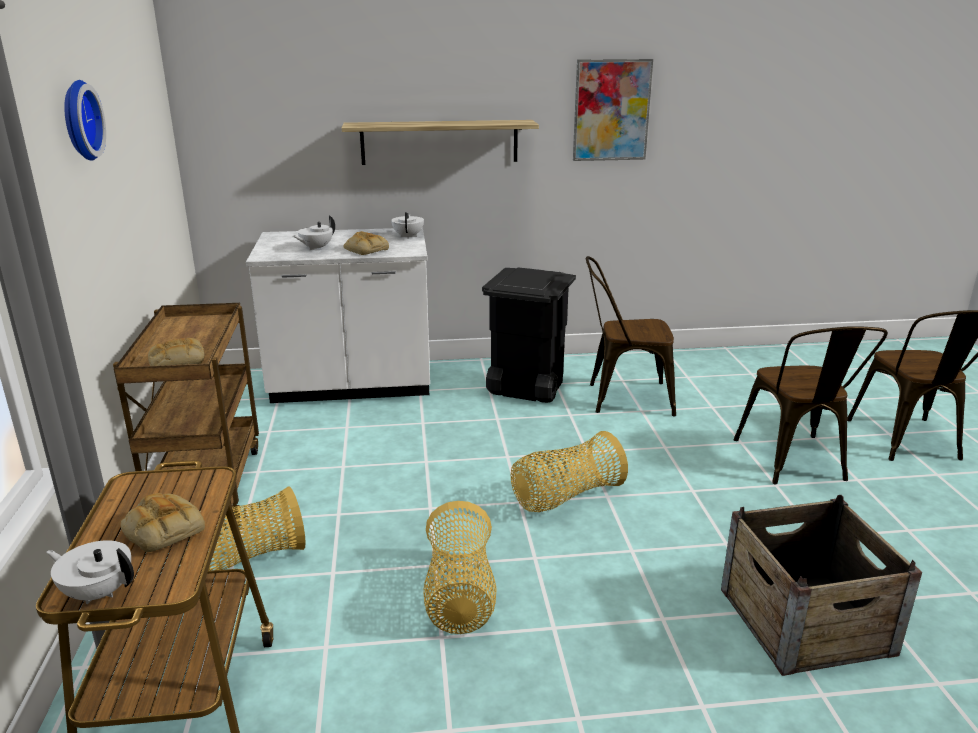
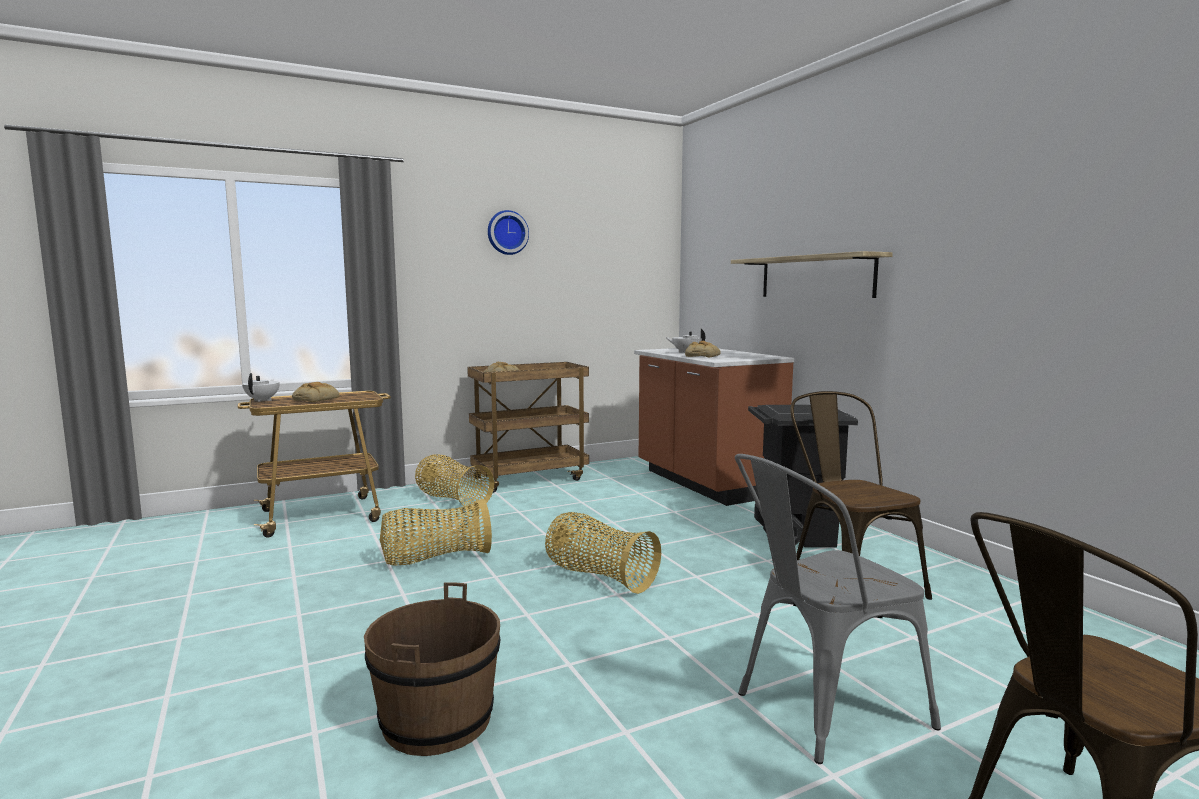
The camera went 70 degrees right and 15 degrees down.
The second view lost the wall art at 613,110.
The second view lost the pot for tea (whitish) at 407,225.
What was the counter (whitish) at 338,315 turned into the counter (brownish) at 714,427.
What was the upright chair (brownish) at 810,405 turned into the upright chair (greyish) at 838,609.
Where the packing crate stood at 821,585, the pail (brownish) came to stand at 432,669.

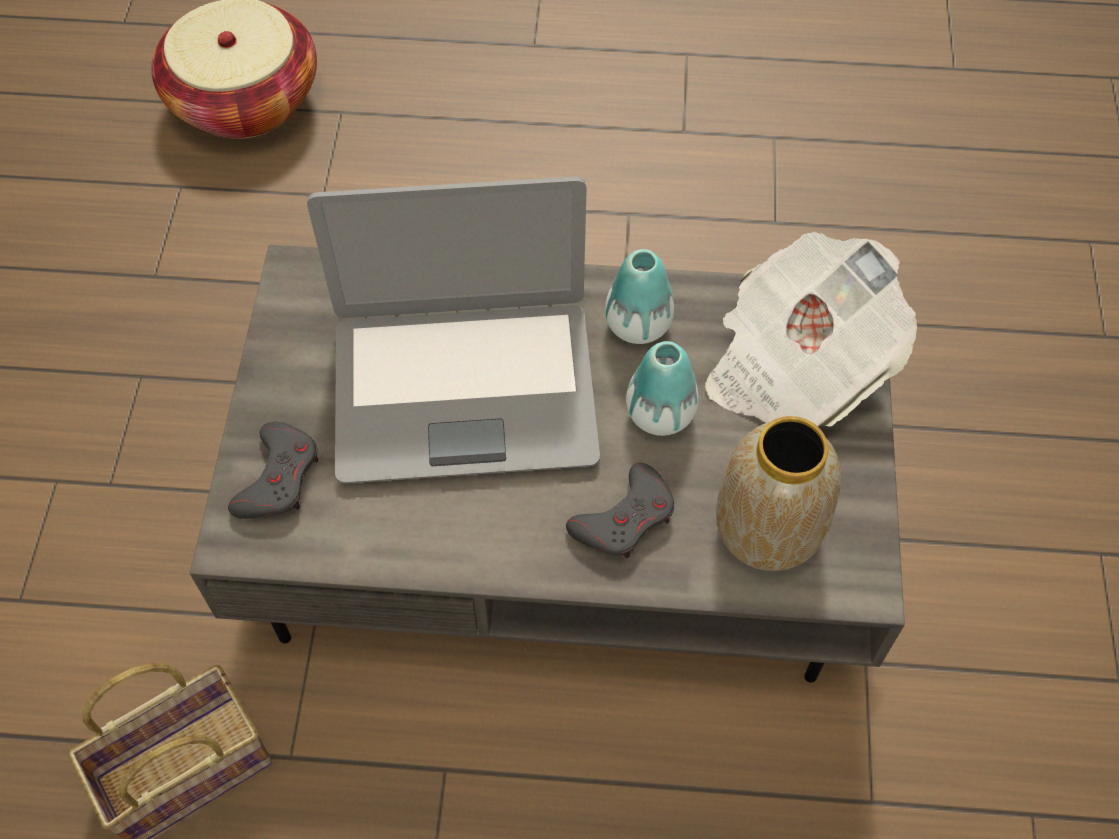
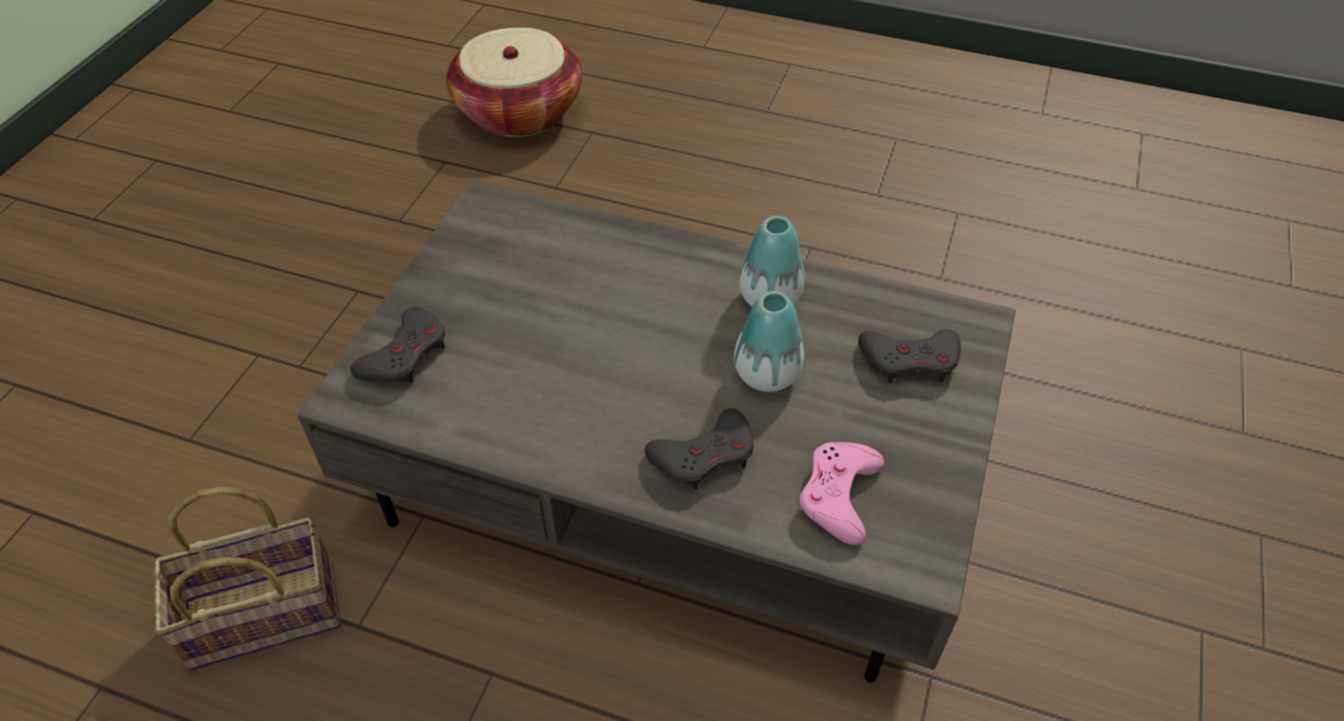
The camera went 15 degrees right and 10 degrees down.
The second view lost the laptop at 453,330.
Where the newspaper stood at 811,329, the gamepad (greyish) came to stand at 909,356.
Where the decorative vase stood at 778,493, the gamepad (pink-coloured) came to stand at 842,493.

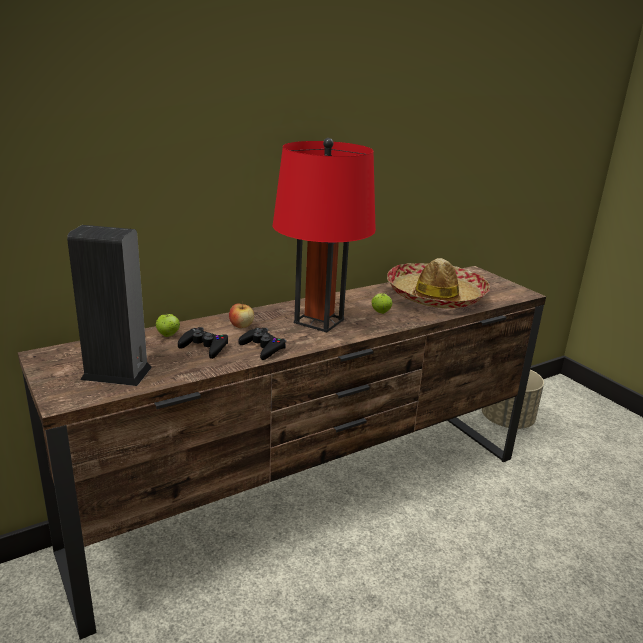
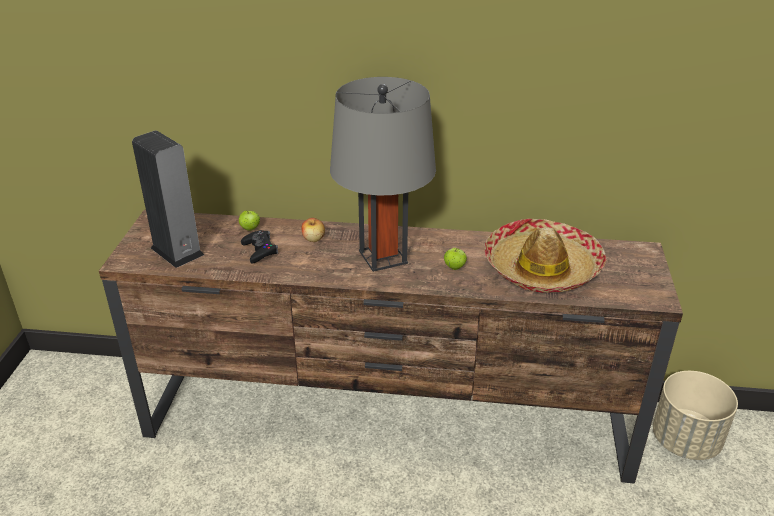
The camera went 40 degrees right and 10 degrees up.
What was the lamp for a table (red) at 324,235 turned into the lamp for a table (greyish) at 383,174.
The second view lost the gamepad (black-coloured) at 262,344.

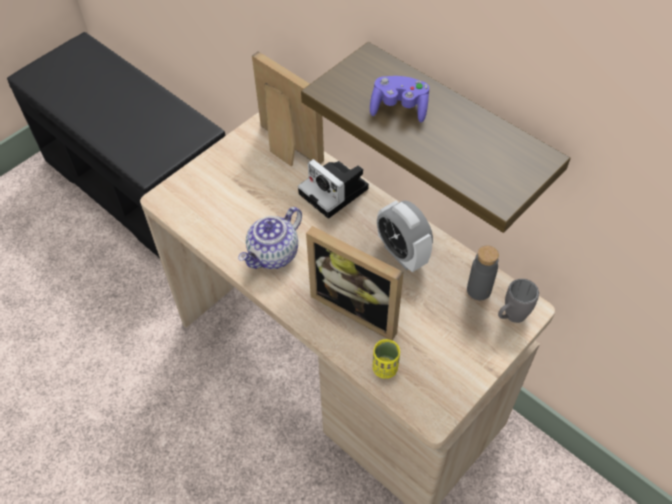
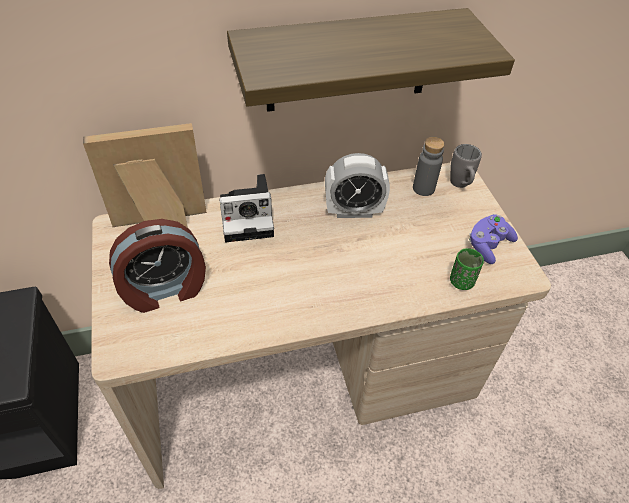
The camera went 60 degrees left and 5 degrees down.
The gamepad (purple) ended up elsewhere, having gone from 399,99 to 493,239.
The second view lost the pot for tea at 270,238.
The second view lost the photo frame at 355,283.
What was the small cup (yellow-coloured) at 386,359 turned into the small cup (greenish) at 467,269.
The second view gained the bedside clock at 157,266.

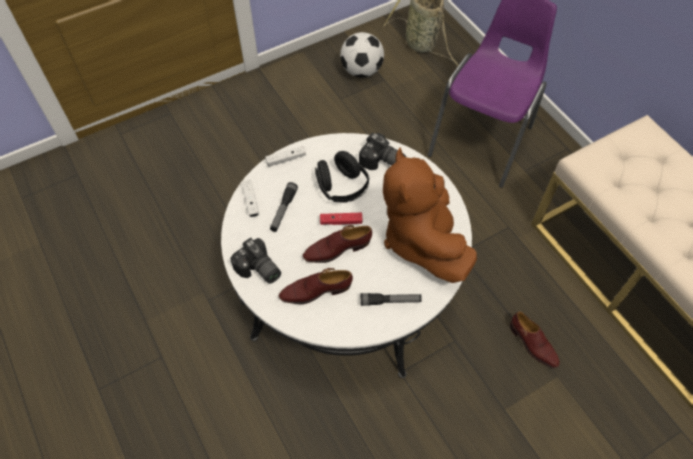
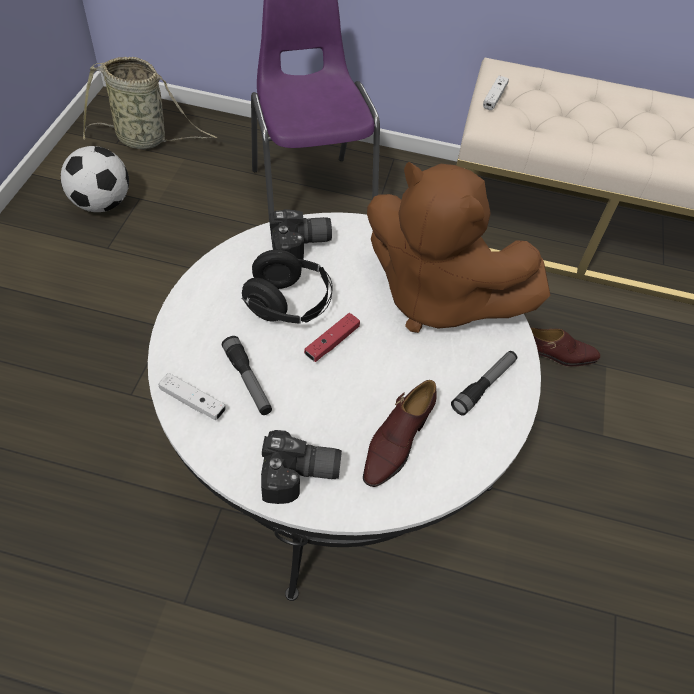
The camera went 50 degrees left and 5 degrees down.
The gamepad (whitish) ended up elsewhere, having gone from 285,156 to 496,92.
The second view lost the item of footwear (brownish) at 337,244.

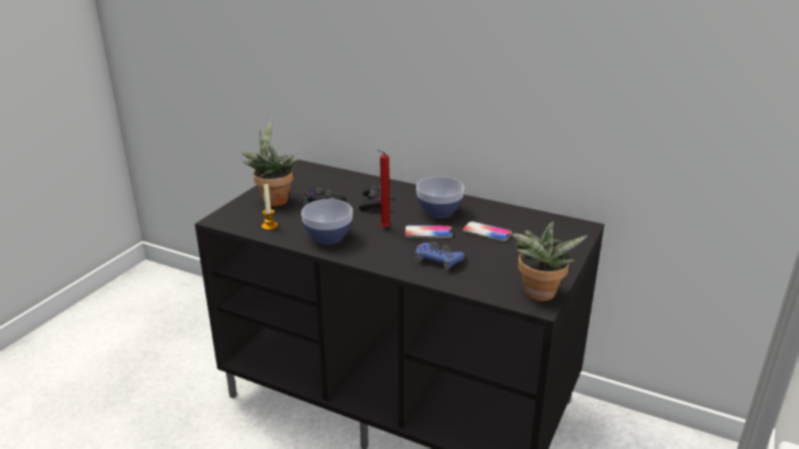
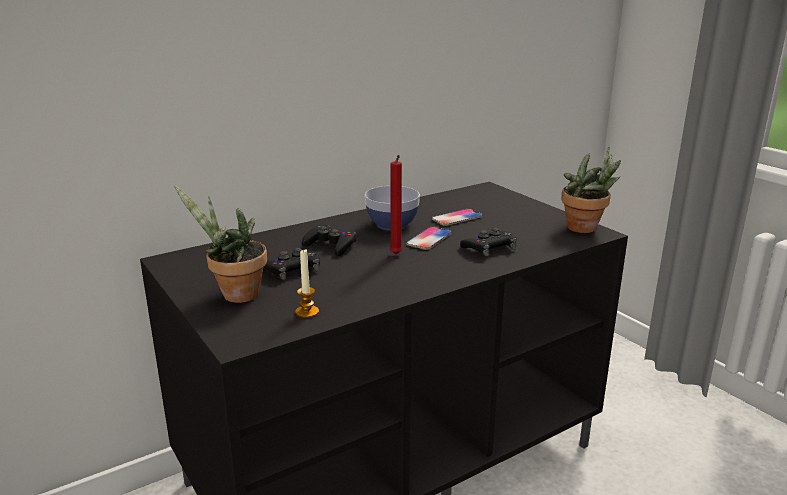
The camera went 60 degrees left and 5 degrees down.
The second view lost the bowl at 327,221.
What was the gamepad (blue) at 440,256 turned into the gamepad (black-coloured) at 488,242.

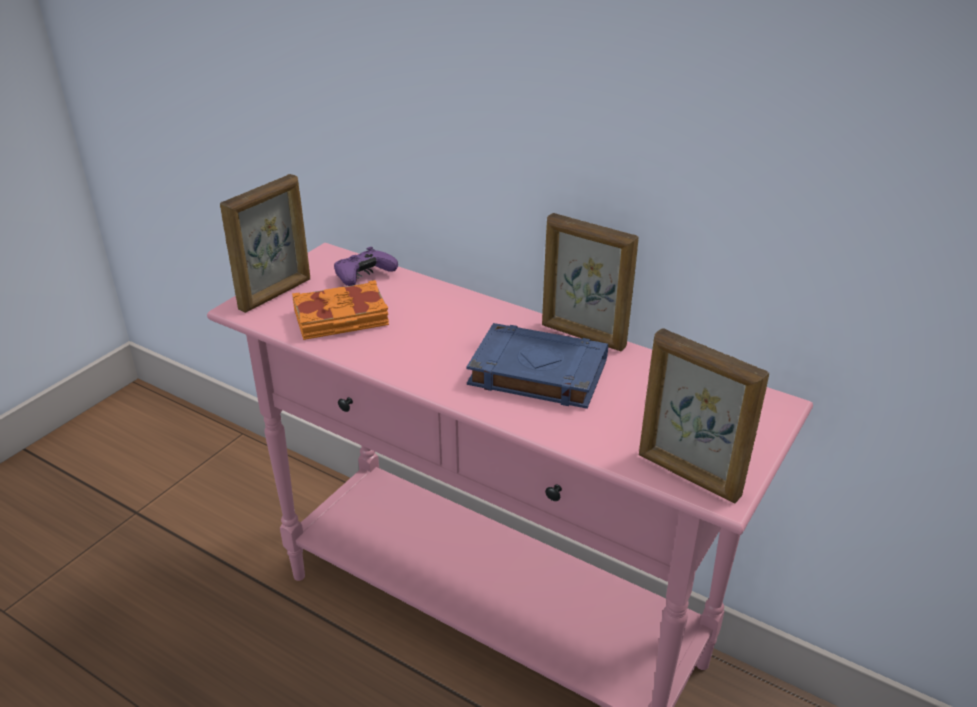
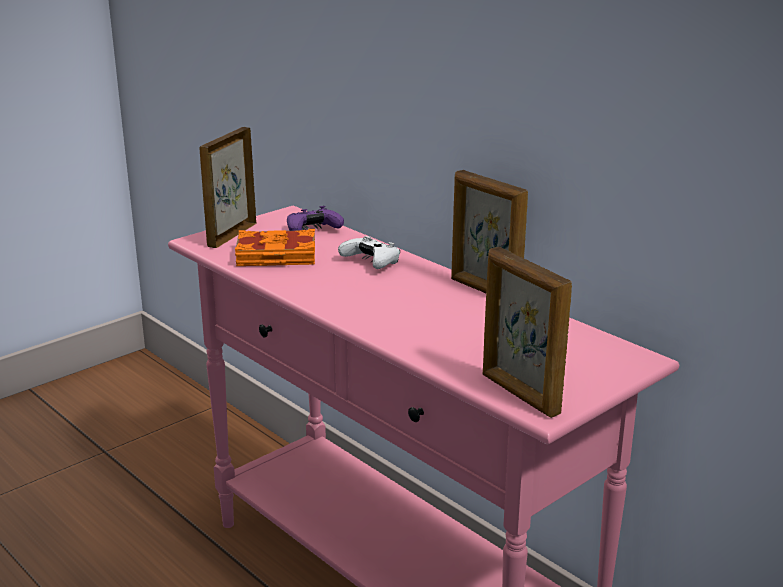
The camera went 15 degrees right and 10 degrees down.
The photo frame at 265,243 ended up facing another way, 150 degrees clockwise from before.
The second view lost the bound book (blue) at 537,366.
The second view gained the gamepad (whitish) at 369,252.

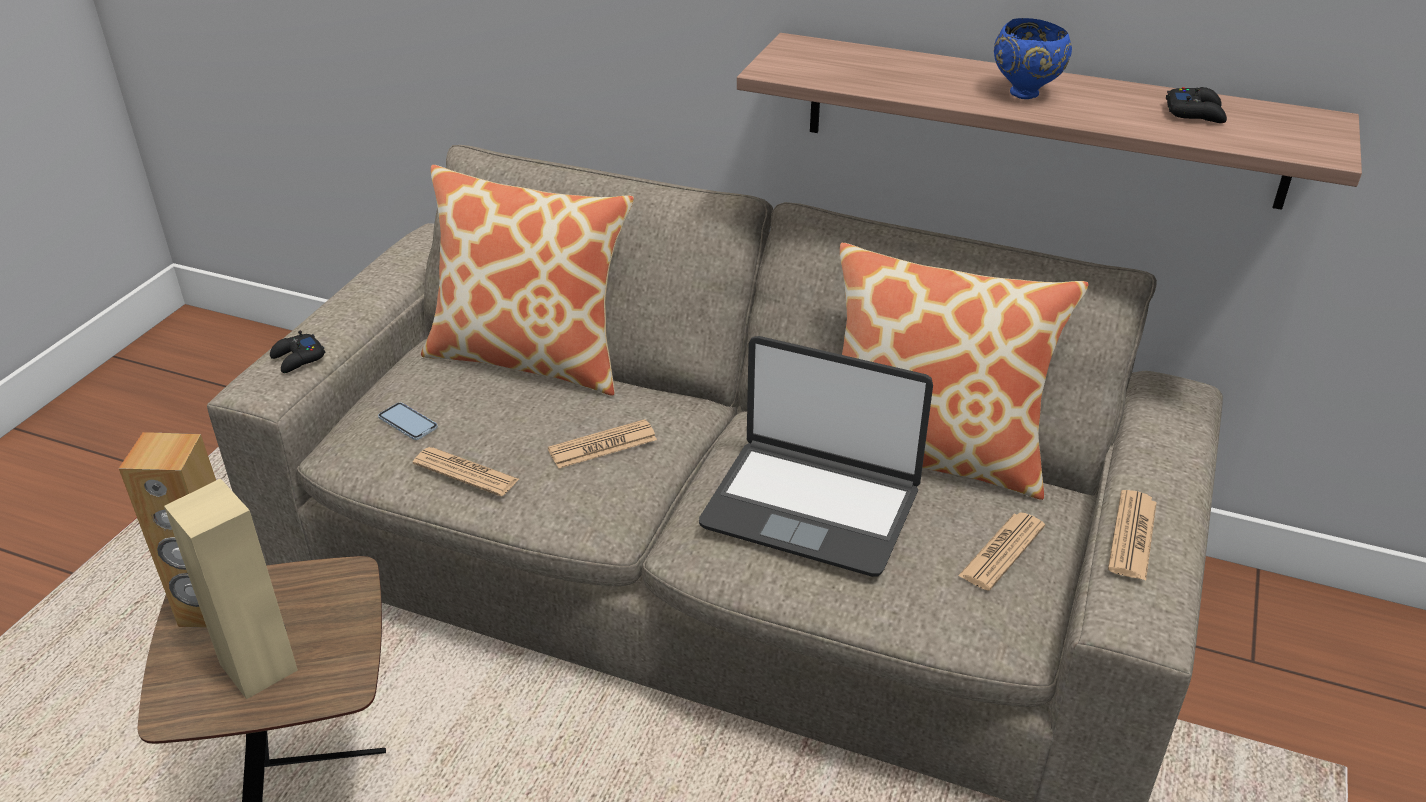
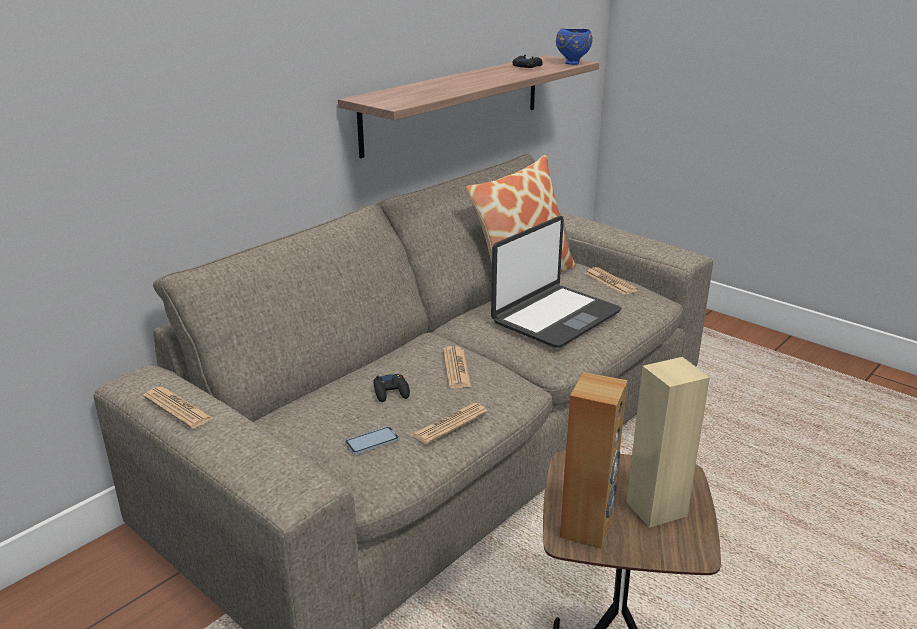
The camera went 70 degrees left and 10 degrees down.
The bowl (blue) ended up elsewhere, having gone from 1033,58 to 574,47.
The second view lost the cushion at 527,280.
The gamepad (black-coloured) ended up elsewhere, having gone from 298,352 to 391,388.
The newspaper ended up elsewhere, having gone from 1132,535 to 178,408.

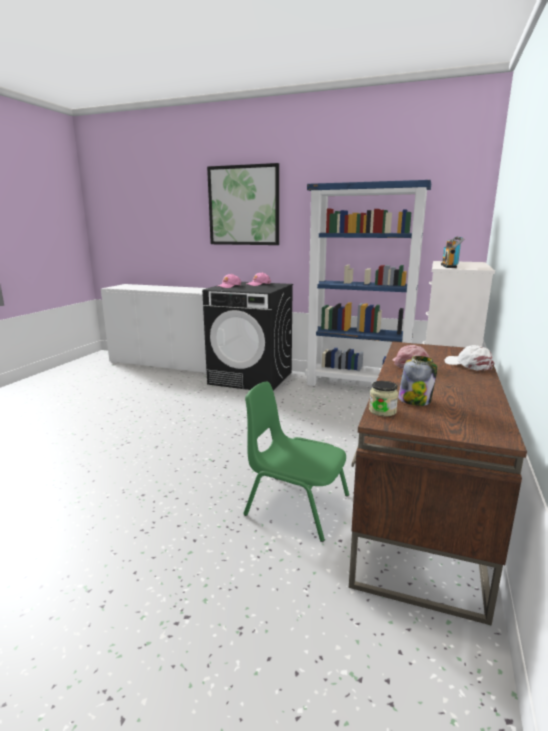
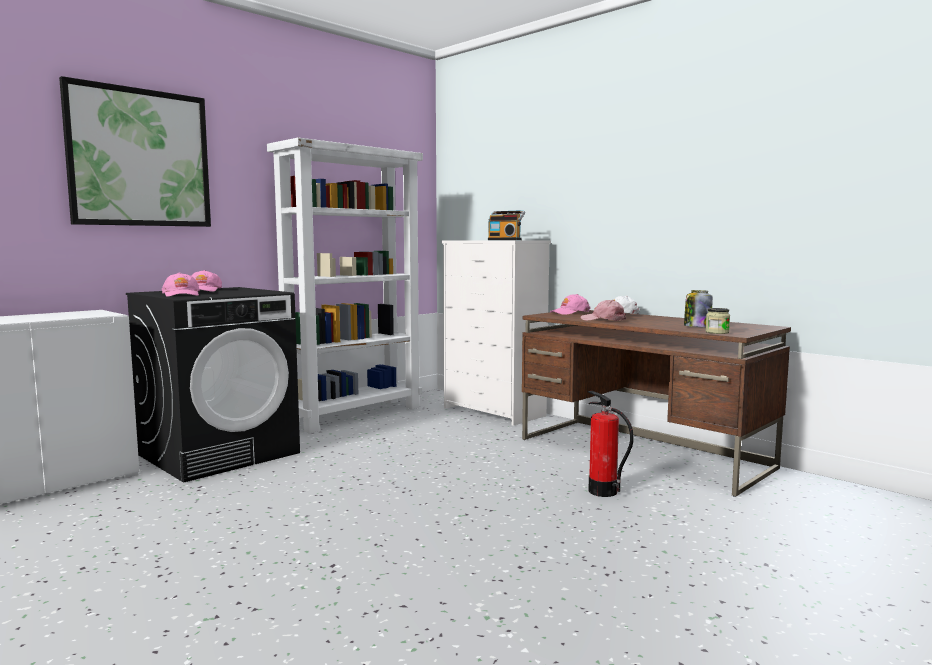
The camera went 65 degrees left and 10 degrees down.
What was the shelving unit (blue) at 368,283 turned into the shelving unit (whitish) at 345,285.
Where the upright chair (greenish) stood at 296,462, the fire extinguisher came to stand at 610,444.
The second view gained the baseball cap (pink-coloured) at 570,304.

